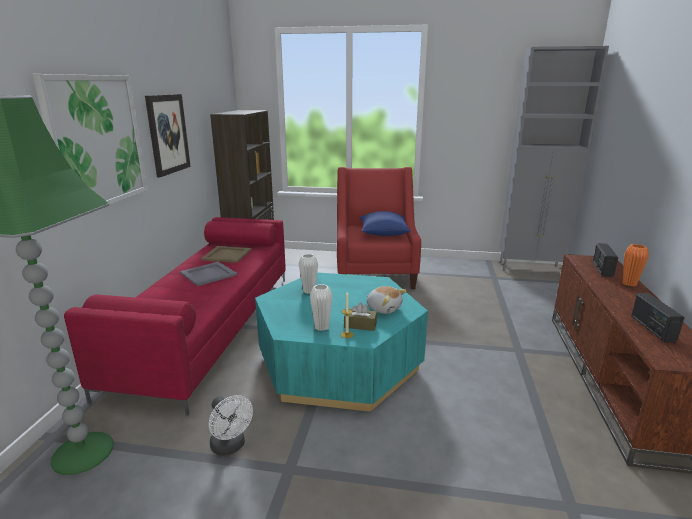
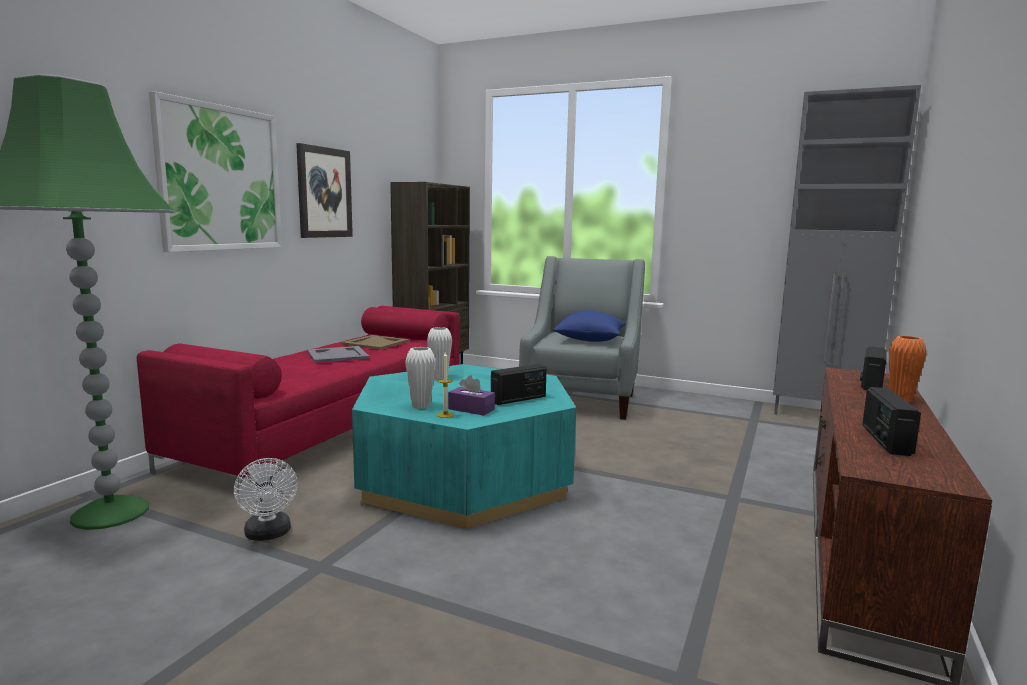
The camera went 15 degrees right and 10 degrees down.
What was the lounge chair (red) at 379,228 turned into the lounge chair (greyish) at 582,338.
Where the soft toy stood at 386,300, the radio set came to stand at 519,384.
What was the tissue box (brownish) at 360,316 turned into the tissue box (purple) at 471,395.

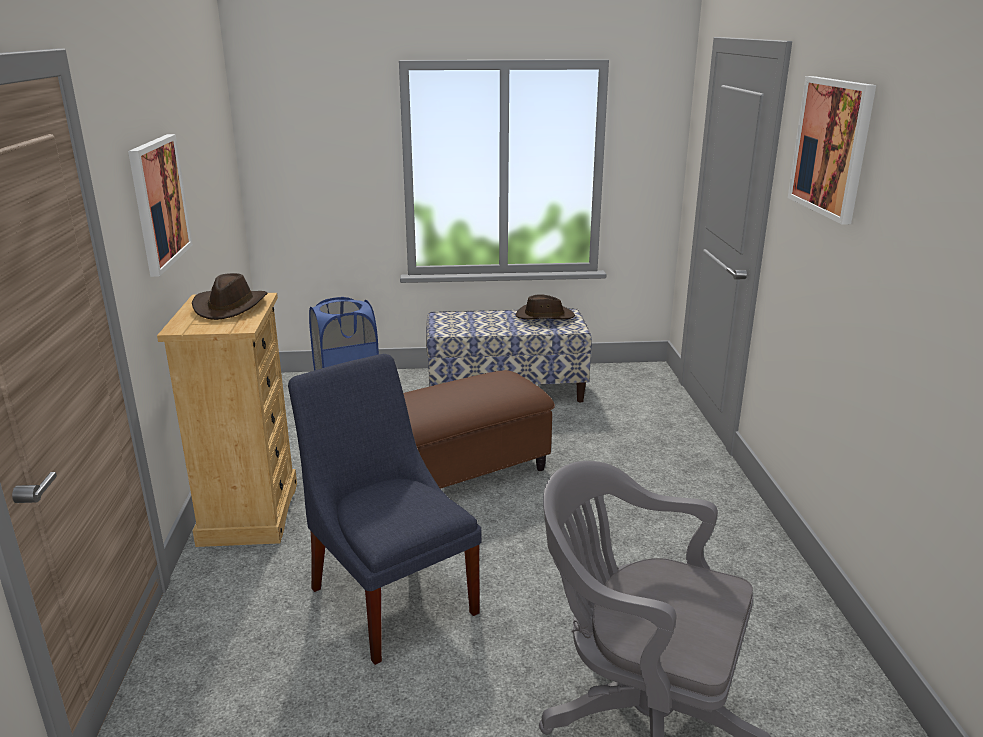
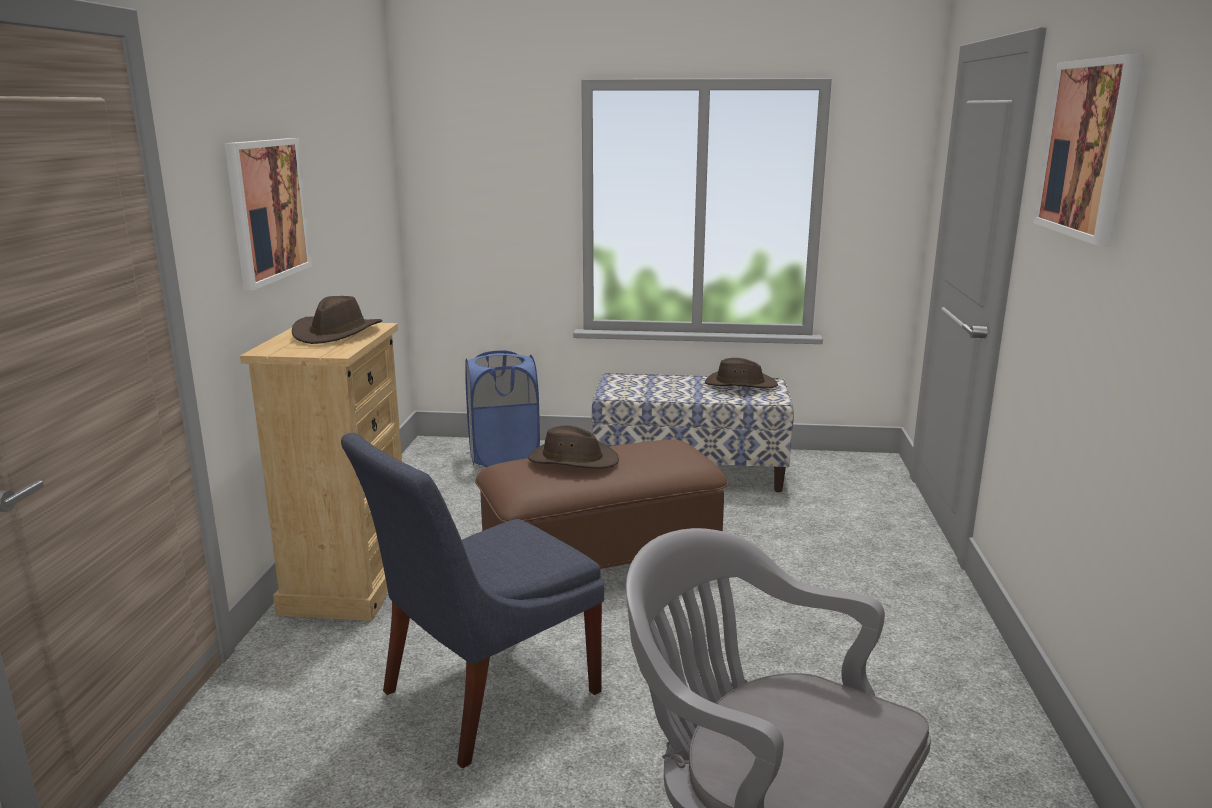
The camera went 10 degrees right and 5 degrees down.
The upright chair (blue) at 385,509 ended up facing another way, 105 degrees counterclockwise from before.
The second view gained the wearable hat (brownish) at 573,447.

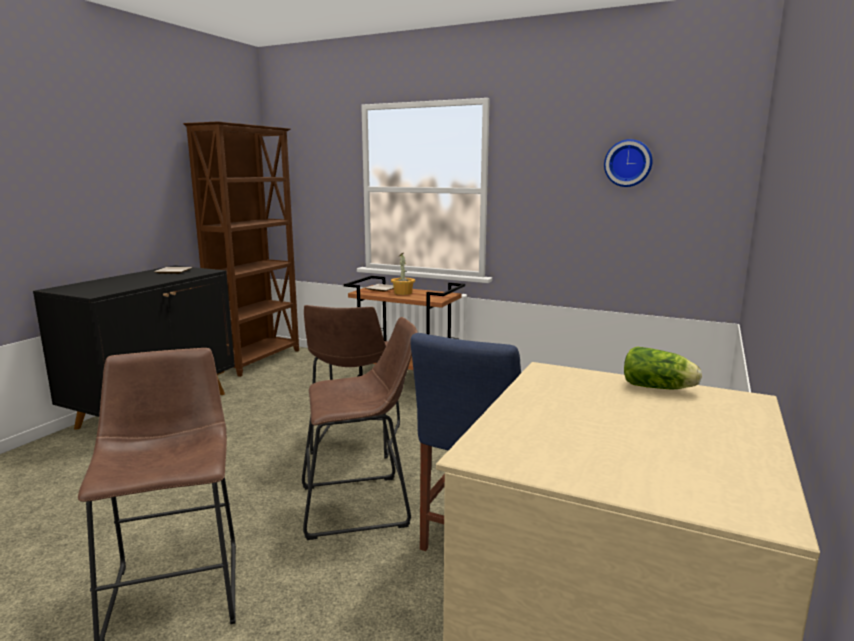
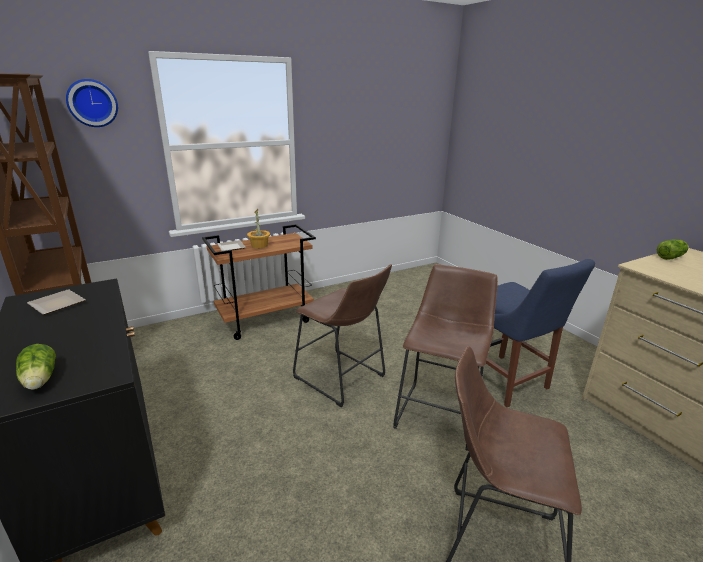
The camera went 55 degrees left and 10 degrees up.
The wall clock ended up elsewhere, having gone from 628,163 to 92,103.
The second view gained the lettuce head at 36,367.

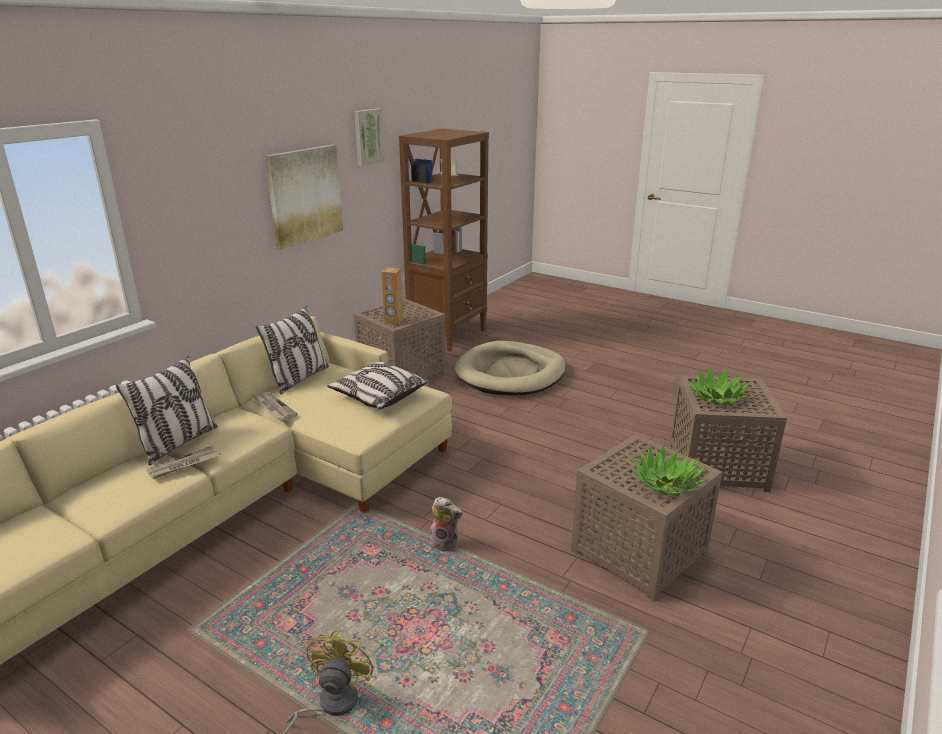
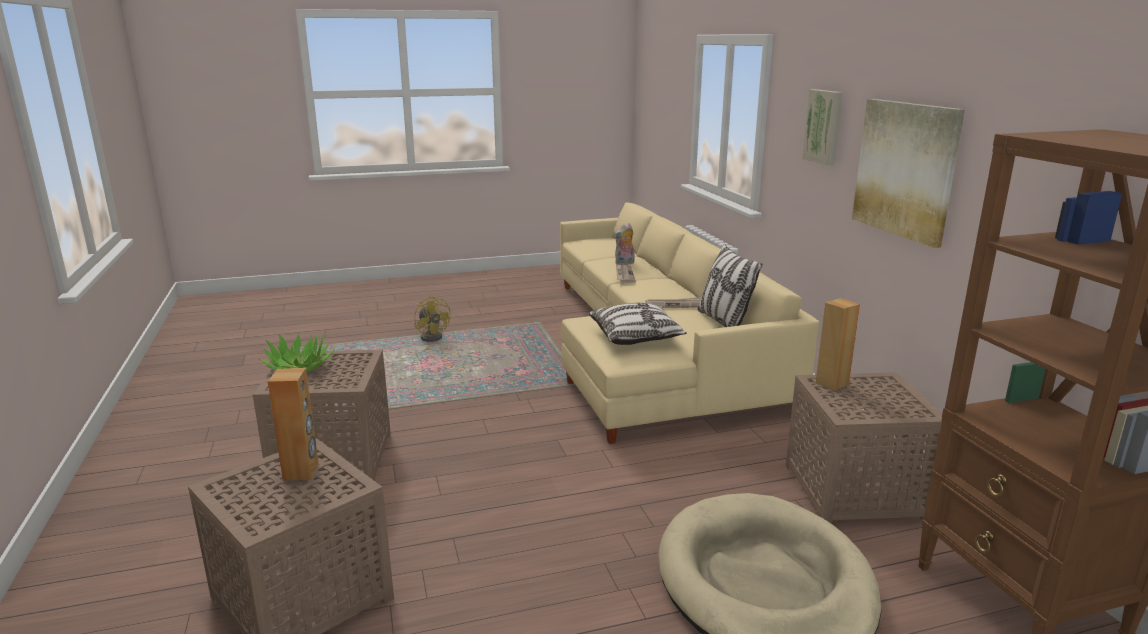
The camera went 130 degrees right and 5 degrees down.
The wall art ended up elsewhere, having gone from 369,137 to 822,127.
The second view lost the cushion at 167,411.
Where the plant in a pot stood at 719,385, the speaker (brownish) came to stand at 293,424.
The soft toy ended up elsewhere, having gone from 446,524 to 624,244.

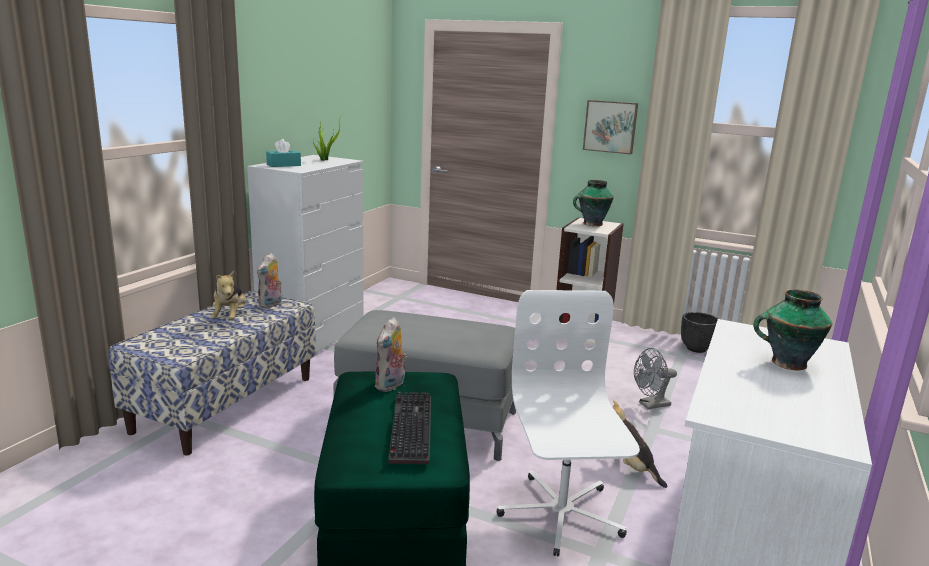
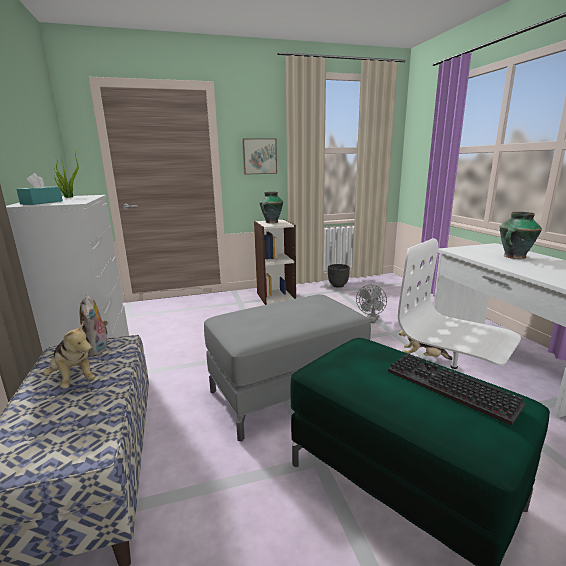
The camera went 40 degrees left and 0 degrees up.
The second view lost the soft toy at 390,354.

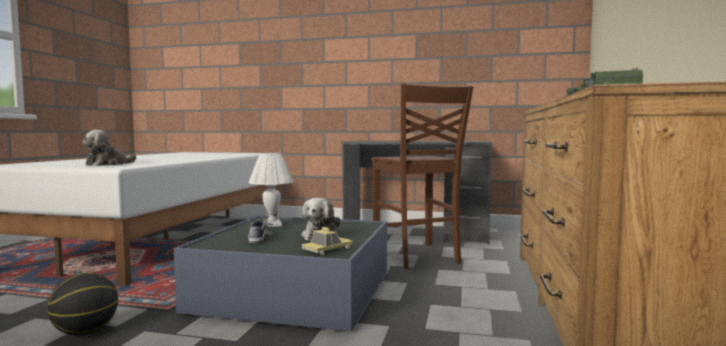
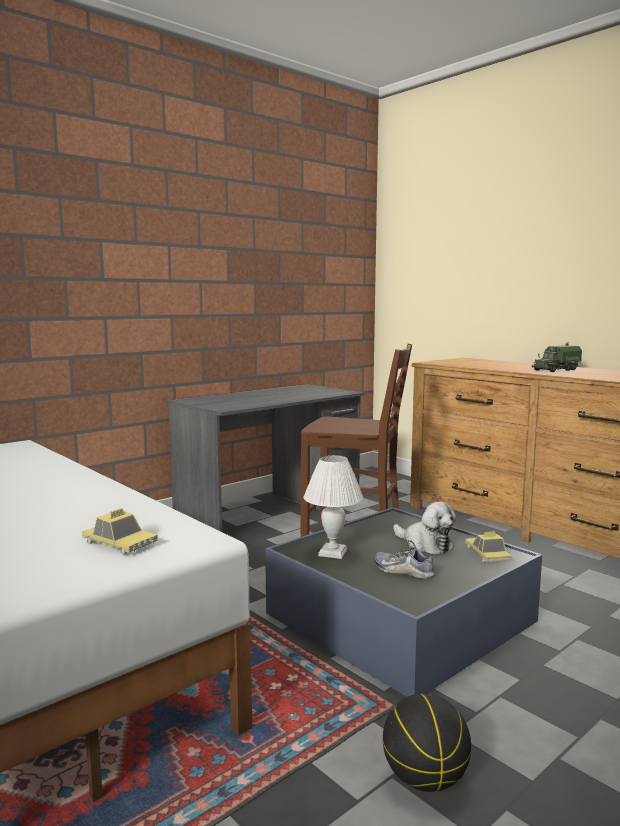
The camera went 55 degrees left and 5 degrees up.
Where the soft toy stood at 109,148, the miniature car came to stand at 120,531.

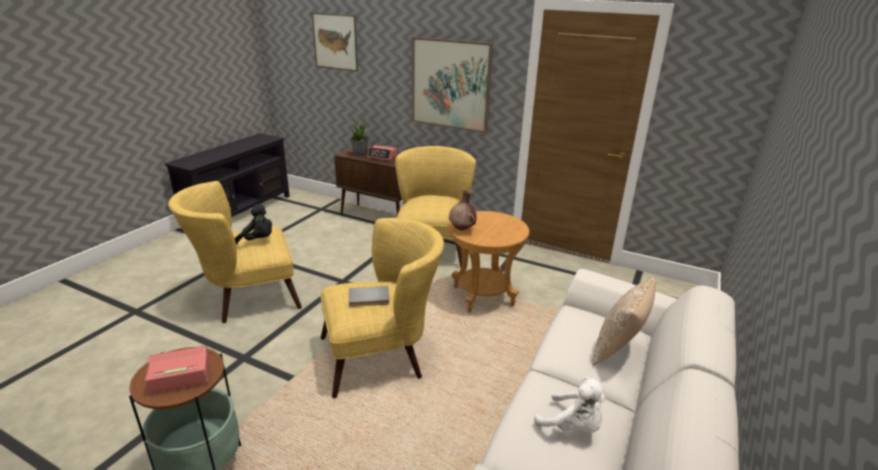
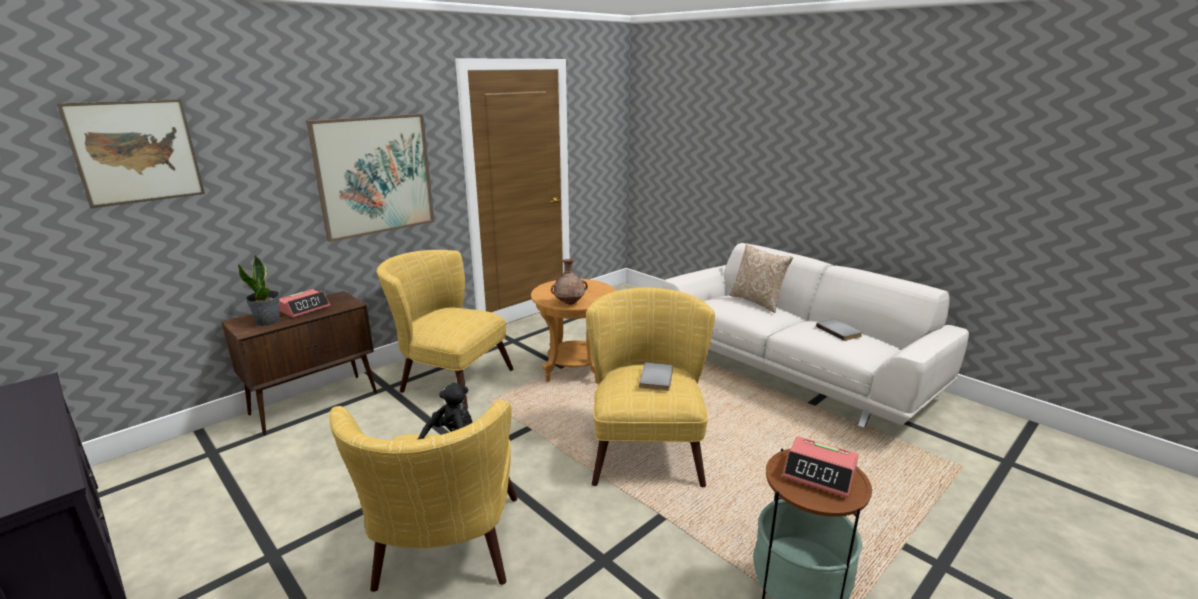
The camera went 70 degrees left and 5 degrees down.
The bedside clock at 177,370 ended up facing another way, 60 degrees counterclockwise from before.
Where the soft toy (whitish) stood at 569,405, the bound book (greyish) came to stand at 839,330.

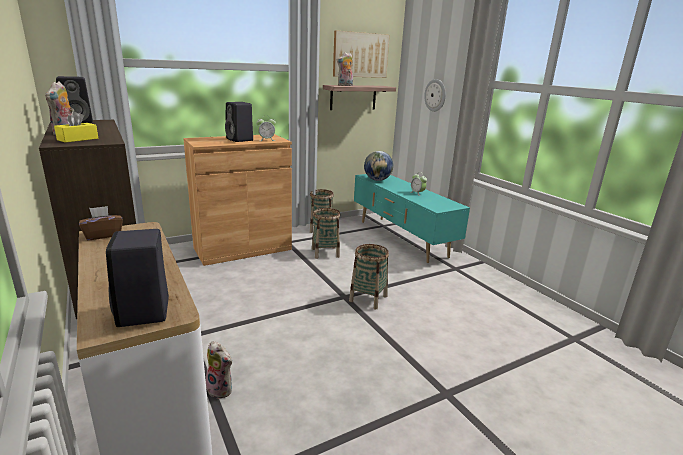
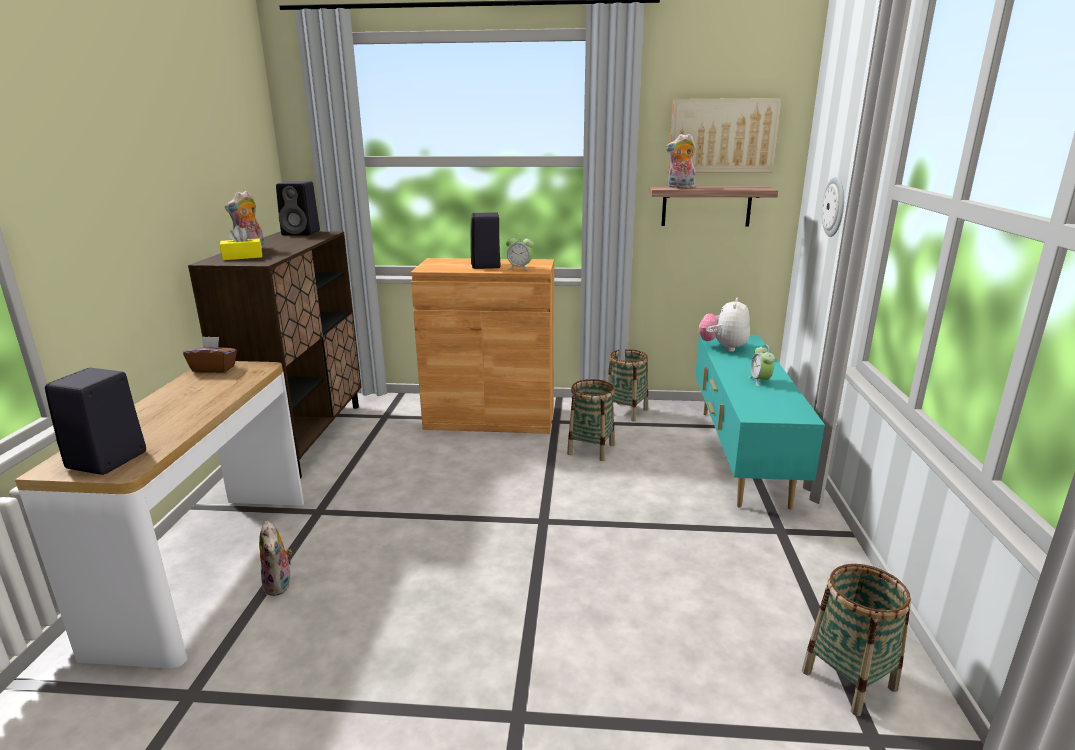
The camera went 35 degrees right and 0 degrees up.
Where the world globe stood at 378,166, the soft toy came to stand at 724,325.
The basket ended up elsewhere, having gone from 369,276 to 856,640.

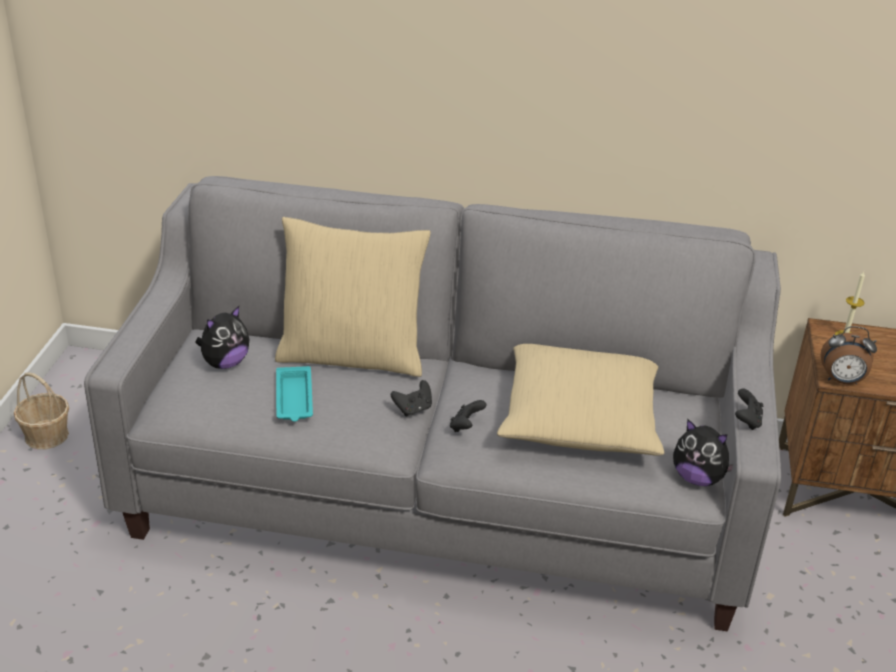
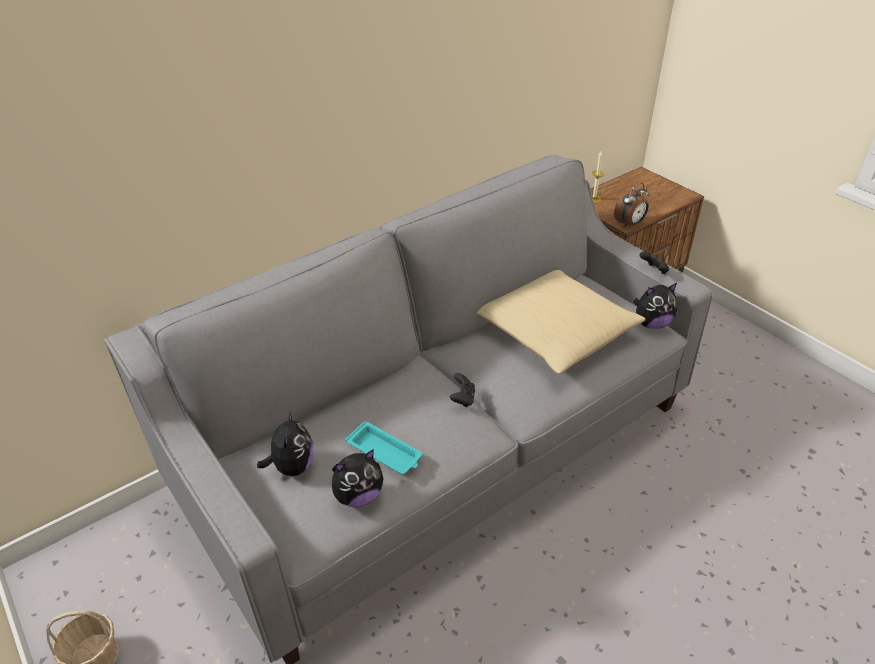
The camera went 45 degrees left and 5 degrees up.
The second view lost the cushion (beige-coloured) at 353,297.
The second view lost the gamepad (black-coloured) at 468,416.
The second view gained the soft toy at 357,478.

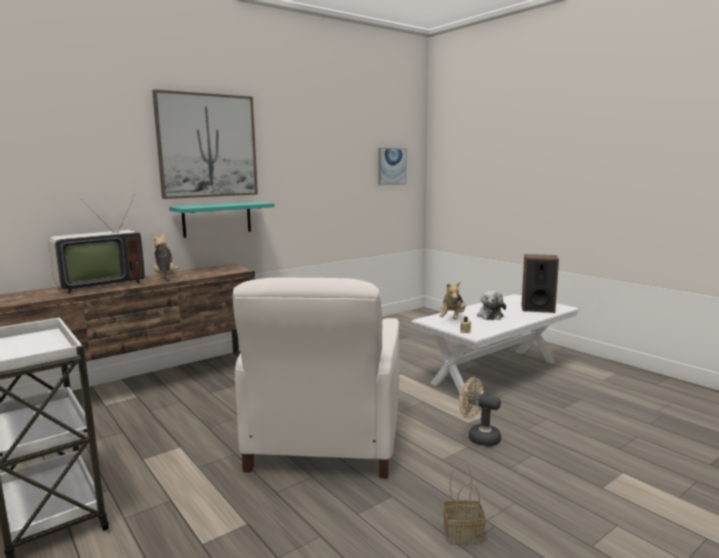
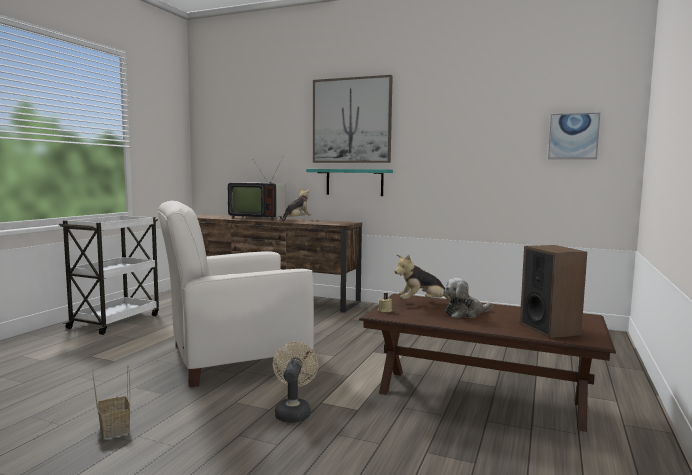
The camera went 60 degrees right and 5 degrees down.
What was the coffee table (whitish) at 495,344 turned into the coffee table (brownish) at 487,363.

